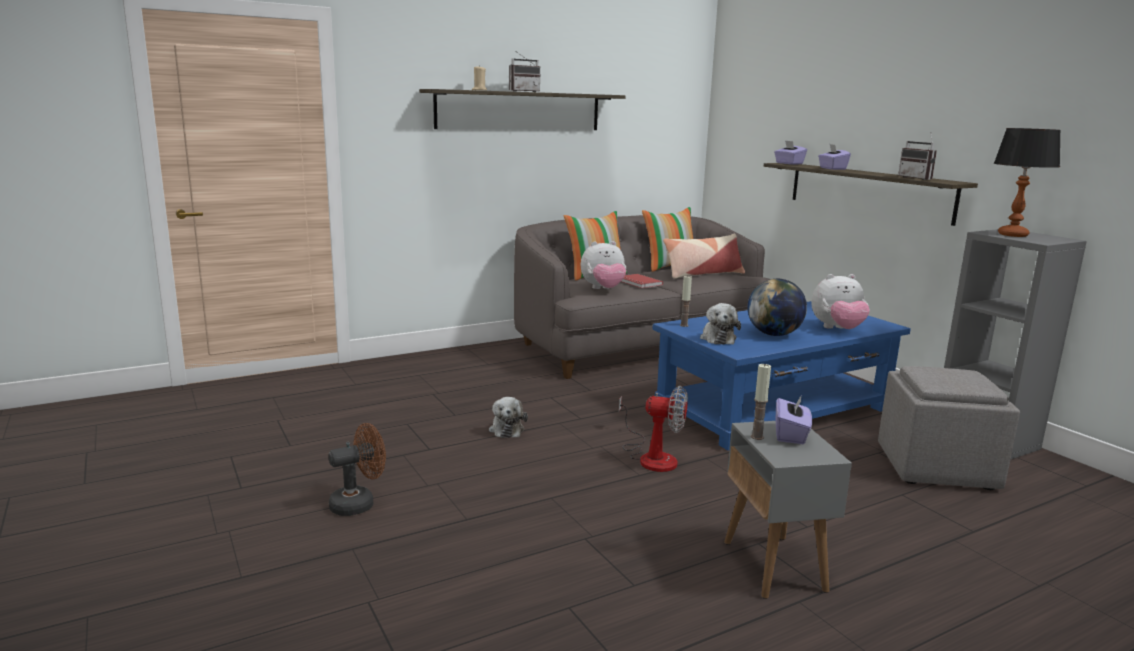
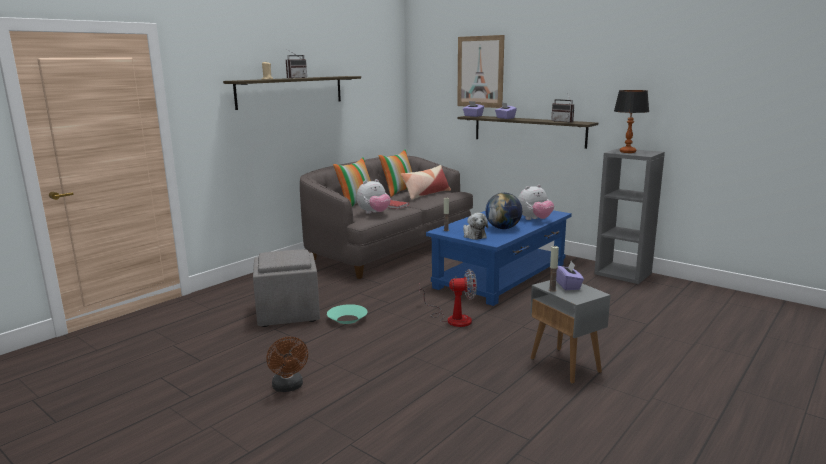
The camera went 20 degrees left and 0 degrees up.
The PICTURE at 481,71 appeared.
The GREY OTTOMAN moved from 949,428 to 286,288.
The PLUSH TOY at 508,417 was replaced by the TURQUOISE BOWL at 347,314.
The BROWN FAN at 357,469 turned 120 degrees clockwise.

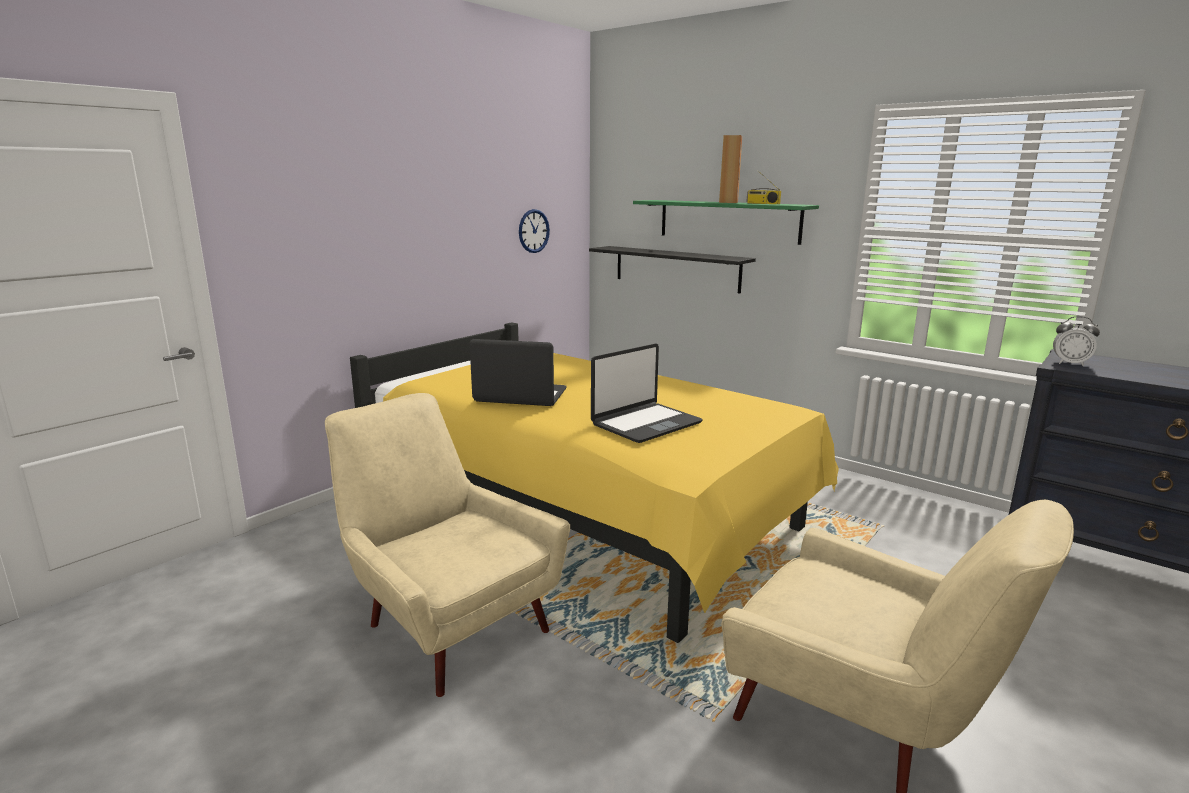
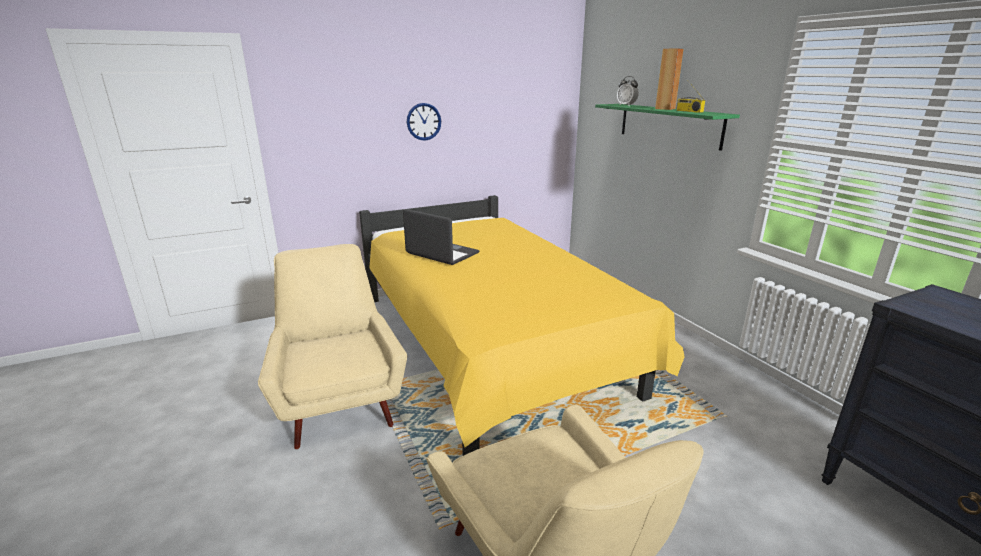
The camera went 25 degrees right and 5 degrees up.
The BLACK SHELF at 672,270 disappeared.
The LAPTOP at 647,393 disappeared.
The WALL CLOCK moved from 534,231 to 424,122.
The ALARM CLOCK moved from 1076,341 to 628,91.

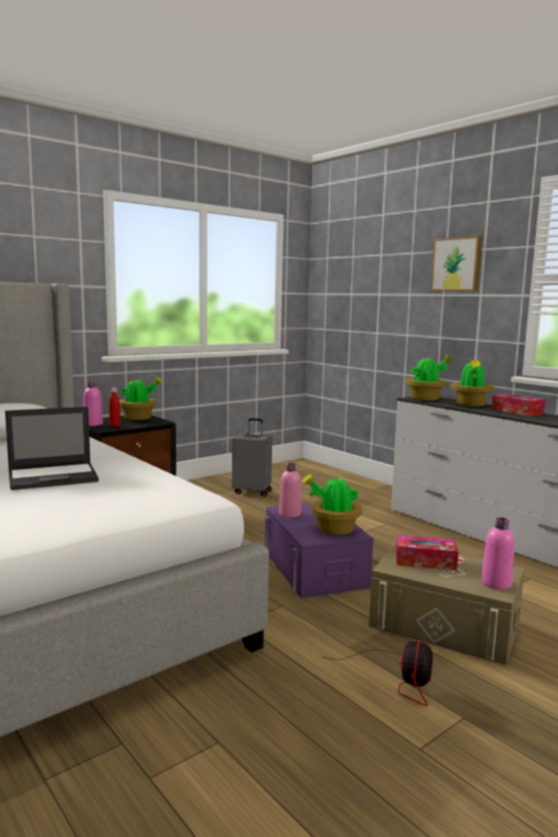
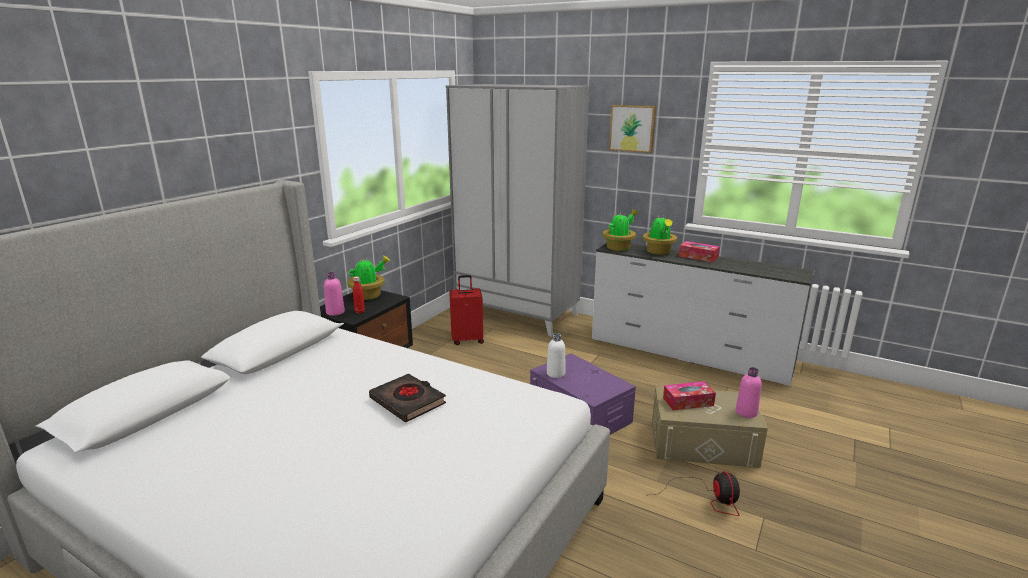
The camera went 20 degrees left and 10 degrees up.
The POTTED PLANT at 332,504 disappeared.
The GREY WARDROBE at 517,210 appeared.
The LAPTOP at 52,448 was replaced by the BLACK BOOK at 407,398.
The GREY SUITCASE at 252,457 became the RED SUITCASE at 466,310.
The PINK BOTTLE at 290,490 became the WHITE BOTTLE at 556,355.

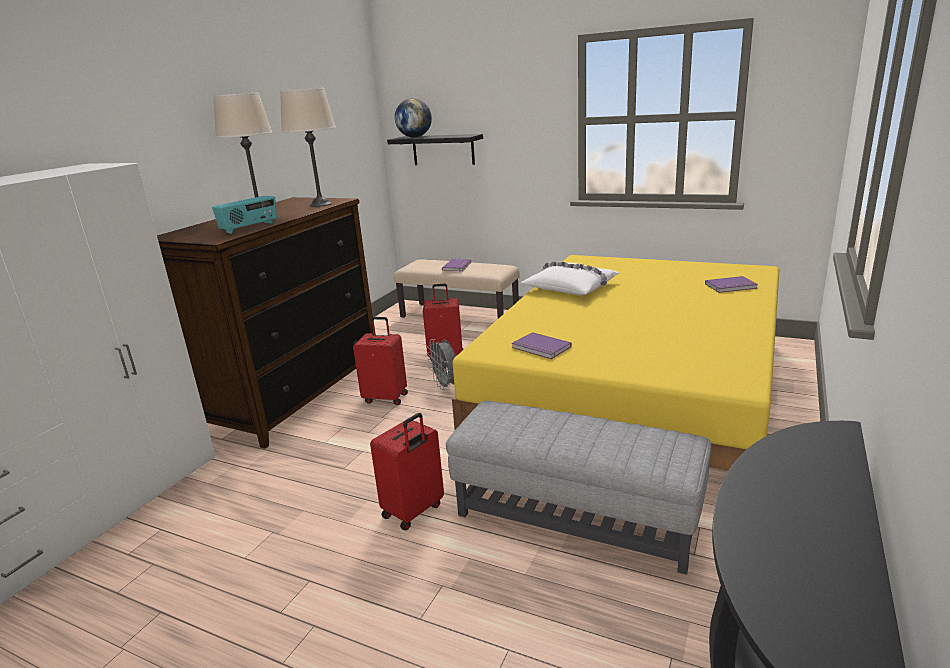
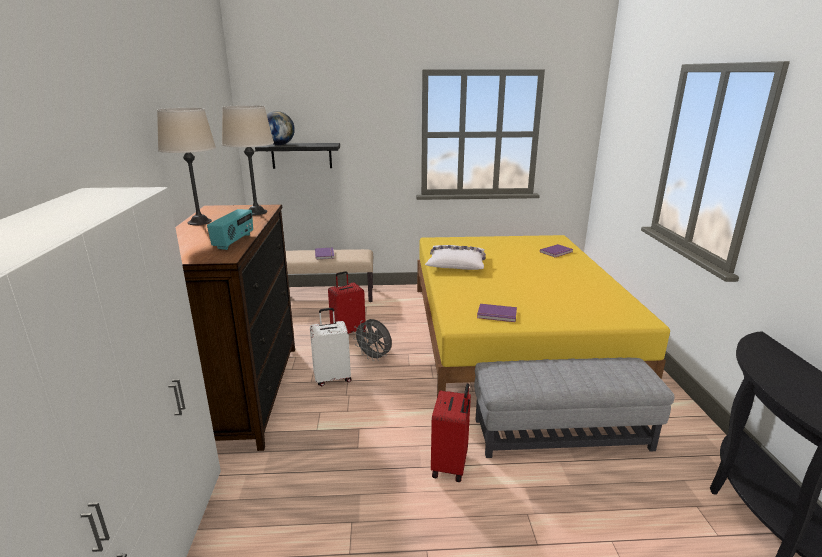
The camera went 30 degrees left and 0 degrees up.
The RED SUITCASE at 380,361 became the WHITE SUITCASE at 331,347.

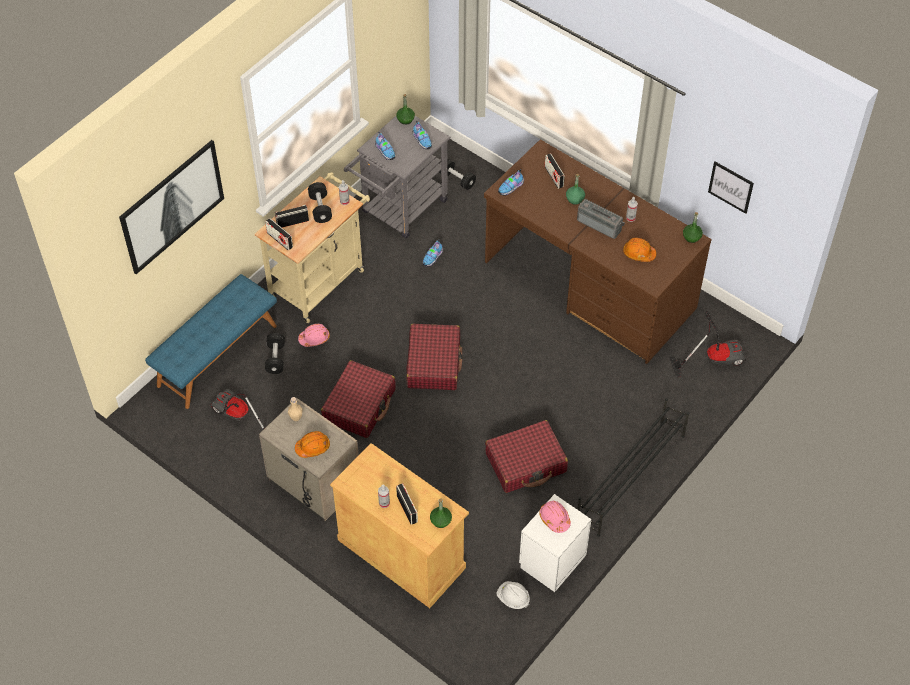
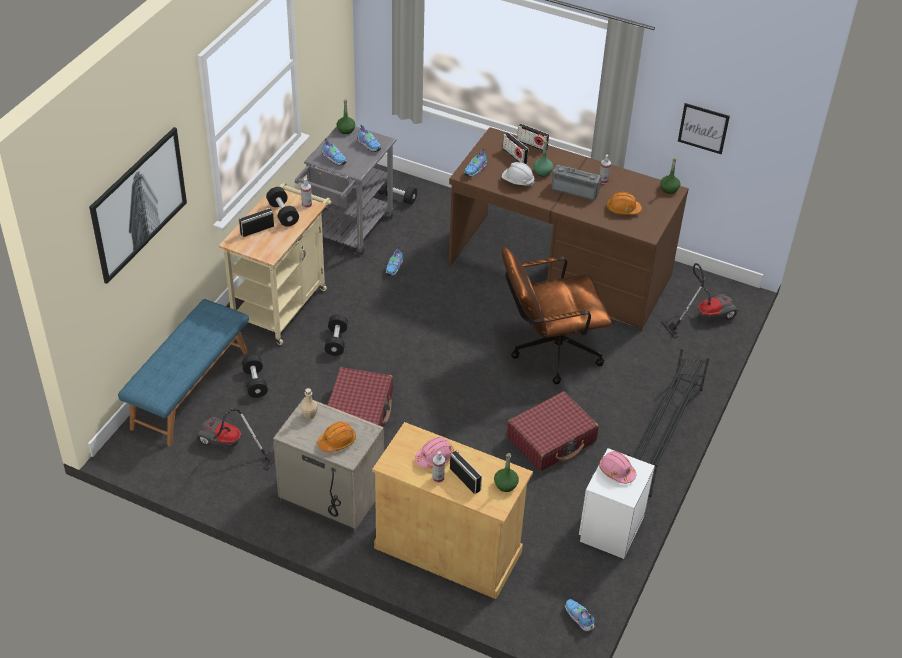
The camera went 15 degrees left and 10 degrees down.
The RED SUITCASE at 434,357 disappeared.
The BLACK DUMBBELL at 336,335 appeared.
The BROWN OFFICE CHAIR at 556,315 appeared.
The SHOE at 580,615 appeared.
The RADIO moved from 279,234 to 533,137.
The PINK HARD HAT moved from 314,335 to 434,453.
The WHITE HARD HAT moved from 513,595 to 518,174.

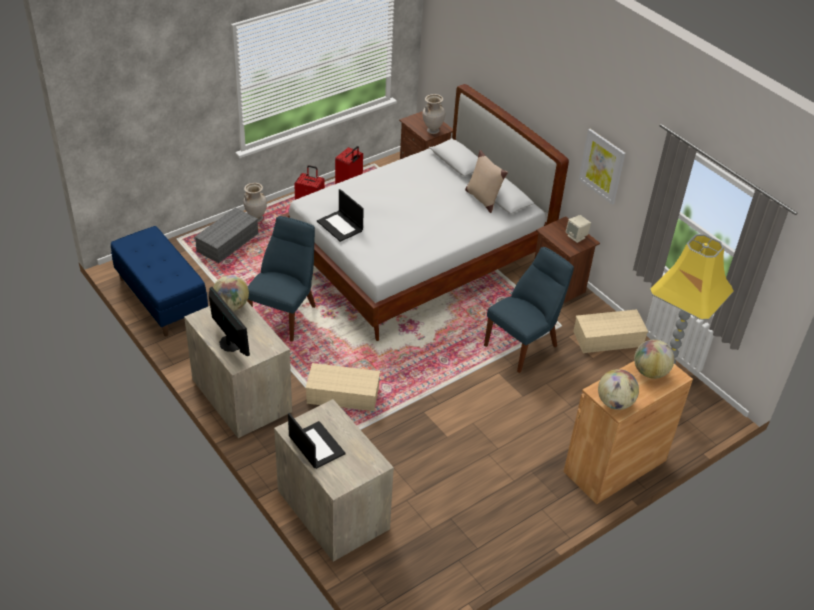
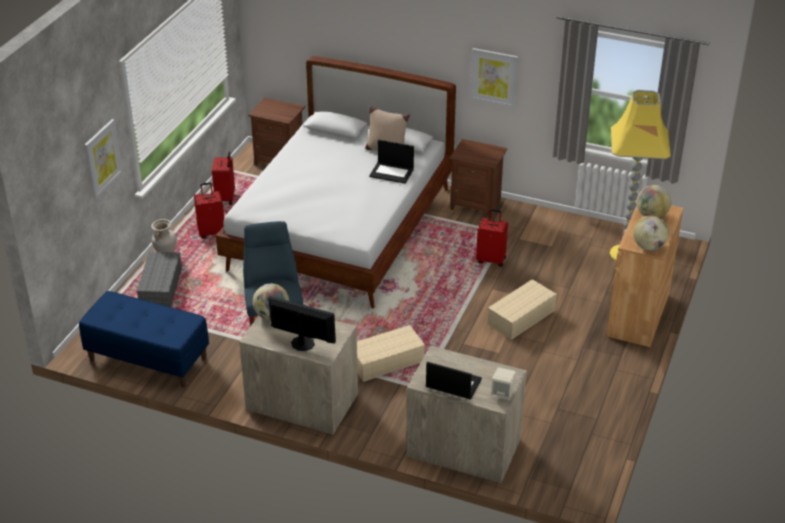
The camera went 30 degrees left and 5 degrees down.
The BEIGE VASE at 434,114 disappeared.
The PICTURE at 103,158 appeared.
The LAPTOP moved from 340,215 to 391,162.
The BEIGE SPEAKER moved from 578,229 to 503,383.
The BEIGE STORAGE BOX moved from 610,331 to 522,309.
The BLUE CHAIR at 529,310 was replaced by the RED SUITCASE at 492,238.

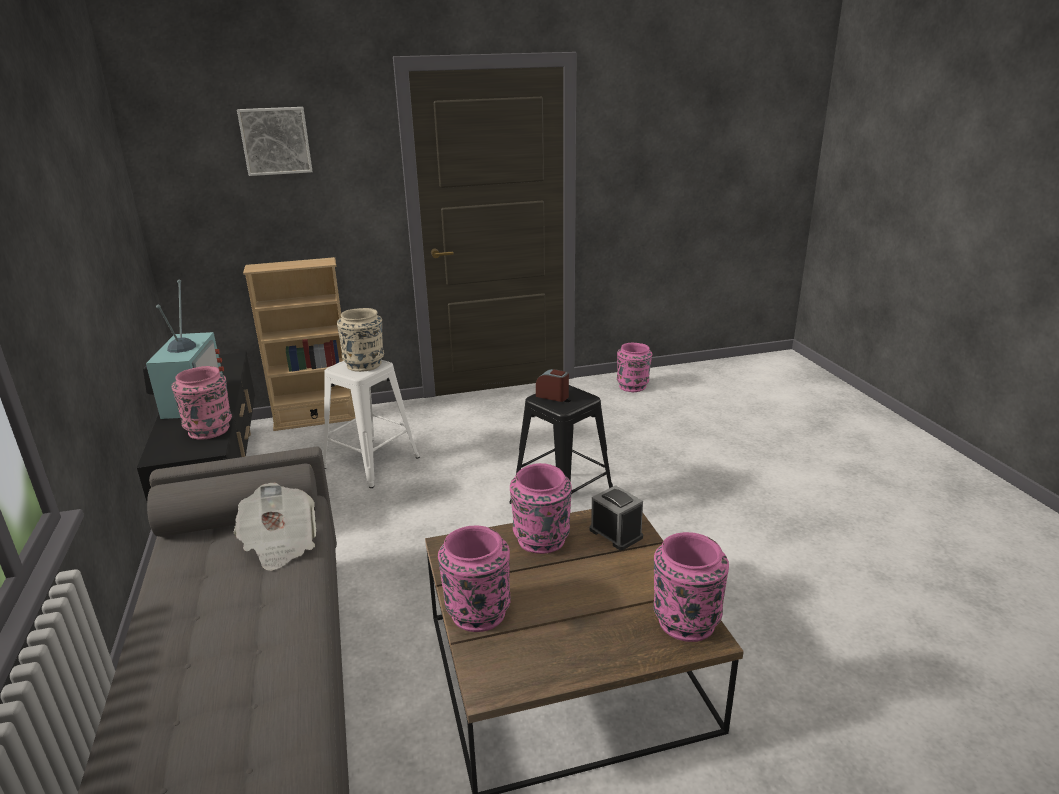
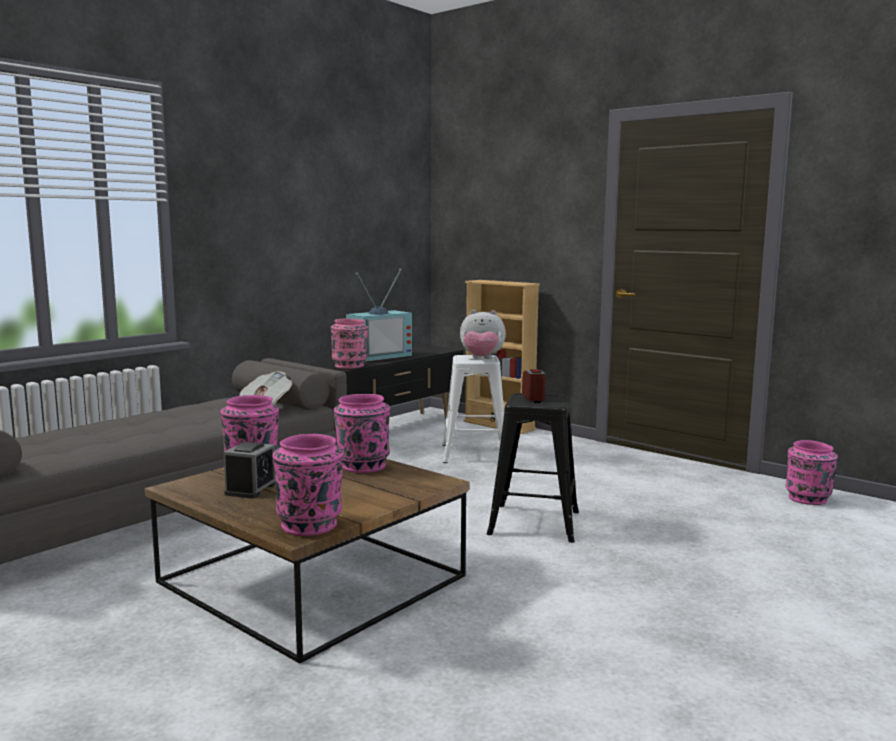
The camera went 55 degrees right and 15 degrees down.
The PICTURE at 274,141 disappeared.
The ALARM CLOCK moved from 616,517 to 250,470.
The BEIGE VASE at 360,340 was replaced by the PLUSH TOY at 483,334.

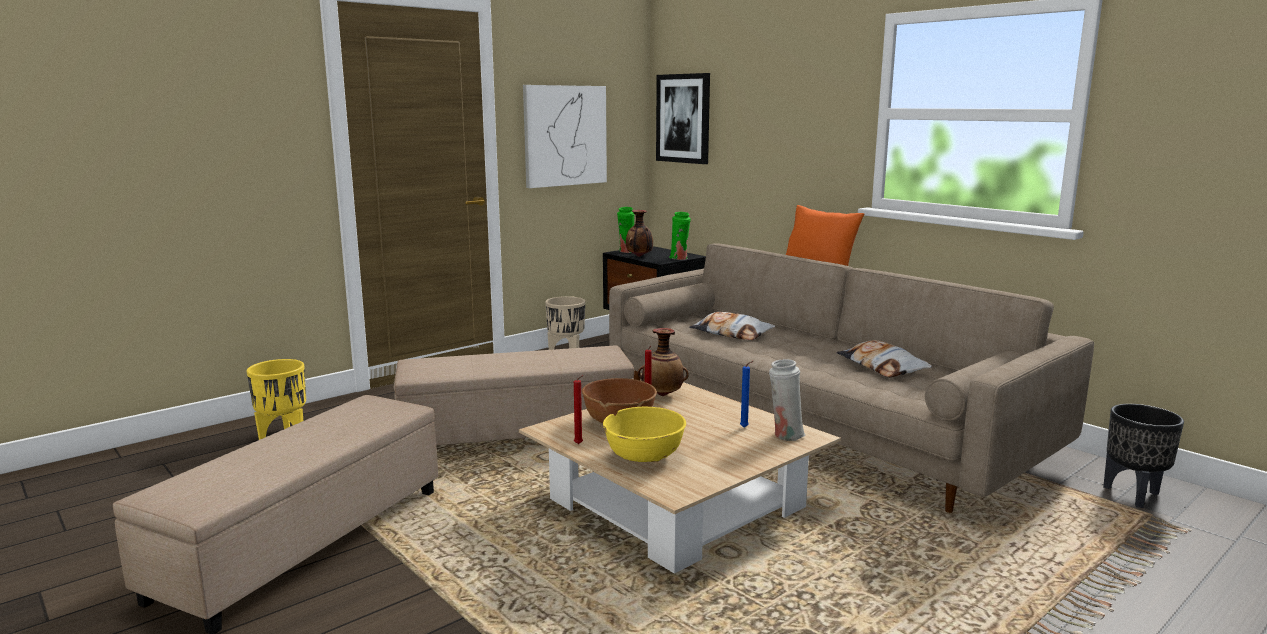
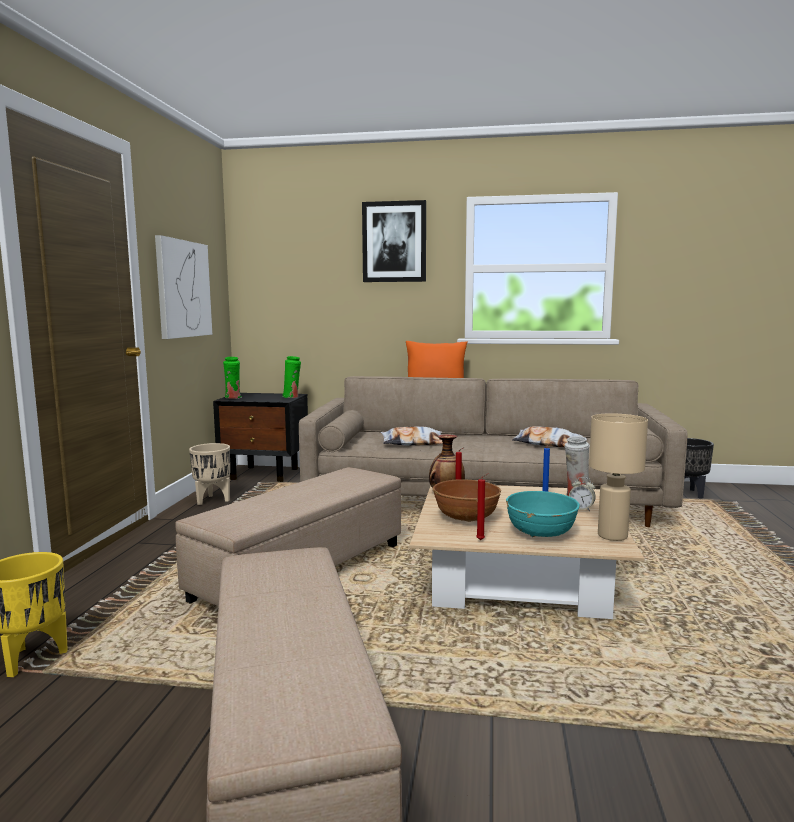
The camera went 40 degrees left and 5 degrees down.
The VASE at 639,233 disappeared.
The ALARM CLOCK at 582,494 appeared.
The BEIGE TABLE LAMP at 618,477 appeared.
The PICTURE moved from 683,118 to 394,241.
The YELLOW BOWL at 644,434 became the TURQUOISE BOWL at 543,514.

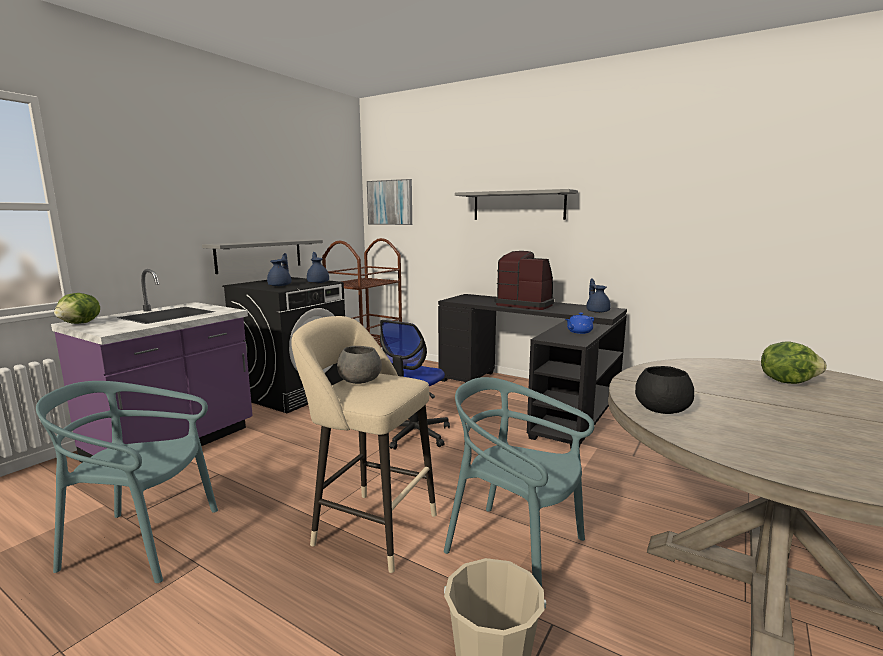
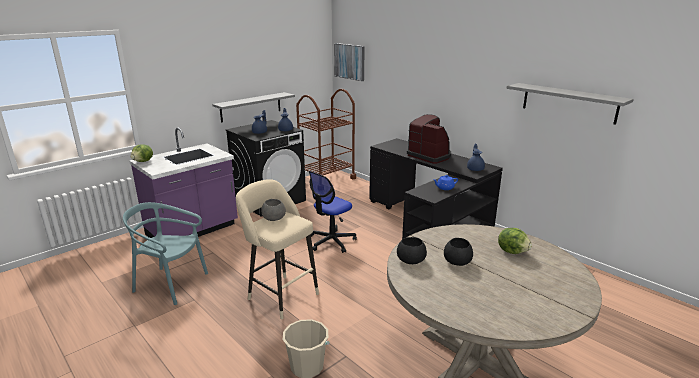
The camera went 15 degrees right and 10 degrees up.
The TURQUOISE CHAIR at 519,482 disappeared.
The BLACK BOWL at 458,252 appeared.
The GREY SHELF moved from 516,204 to 570,104.

